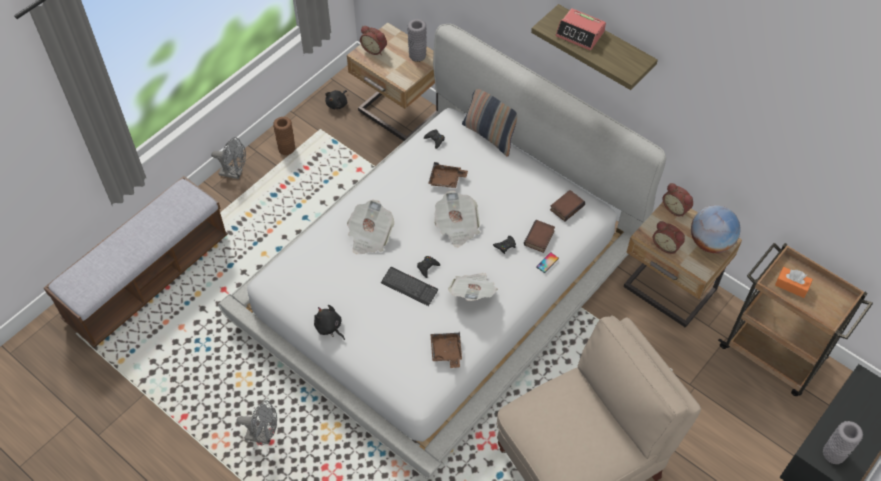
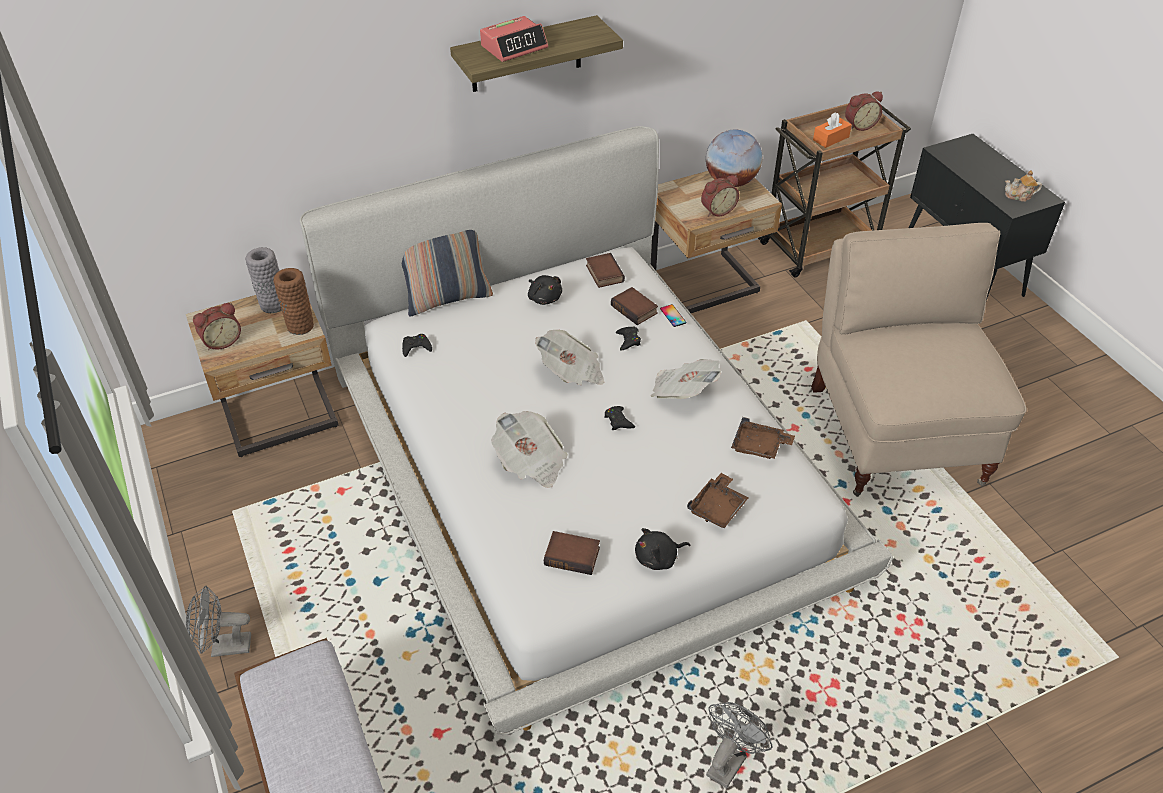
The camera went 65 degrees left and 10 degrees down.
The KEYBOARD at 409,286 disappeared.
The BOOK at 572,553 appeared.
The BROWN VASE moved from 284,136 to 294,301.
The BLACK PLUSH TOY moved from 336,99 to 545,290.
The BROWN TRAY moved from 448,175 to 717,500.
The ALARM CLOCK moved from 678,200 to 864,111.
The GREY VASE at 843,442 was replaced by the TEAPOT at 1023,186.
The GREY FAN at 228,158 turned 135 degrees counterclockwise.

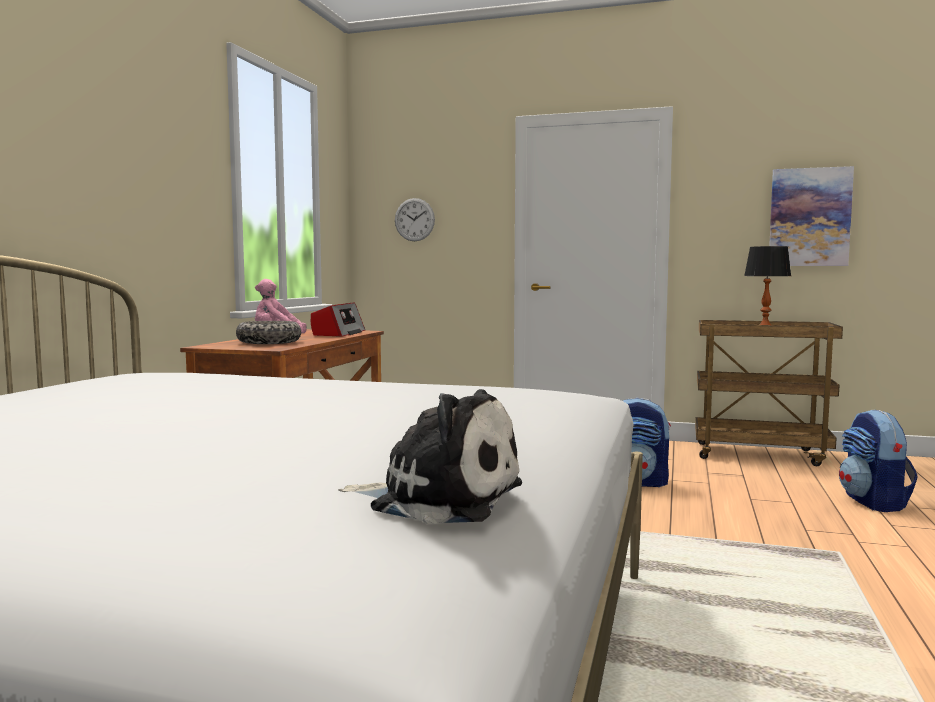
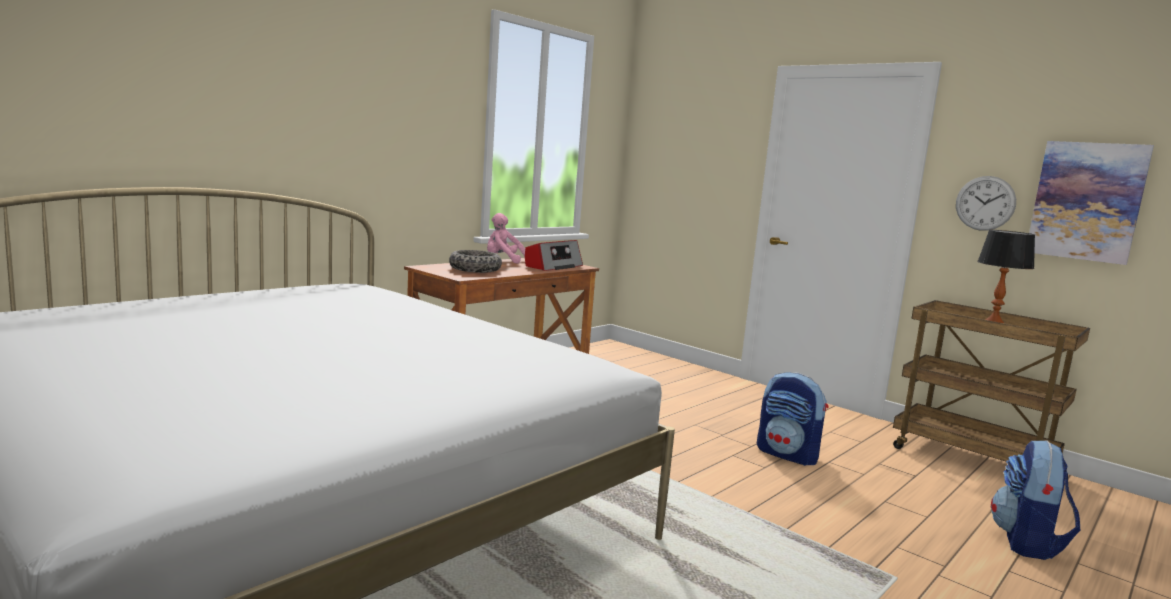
The camera went 25 degrees right and 5 degrees up.
The PLUSH TOY at 430,456 disappeared.
The WALL CLOCK moved from 415,219 to 986,203.

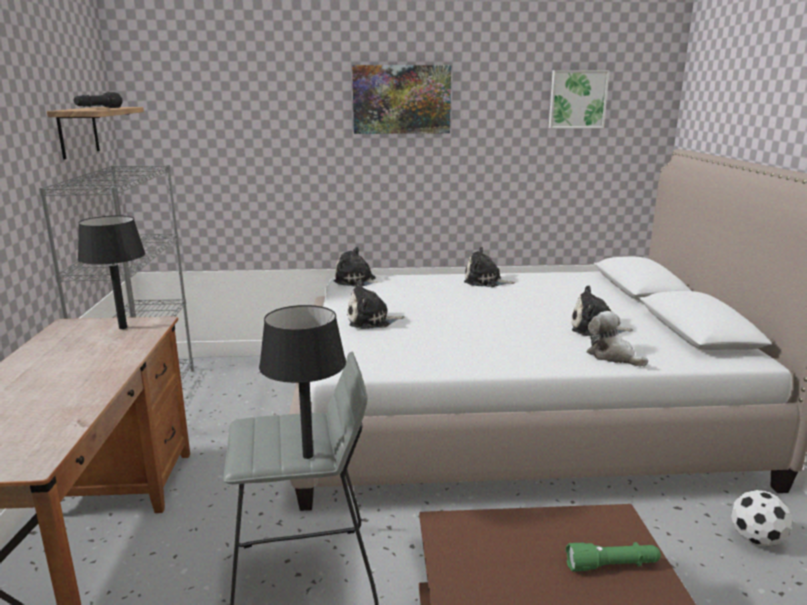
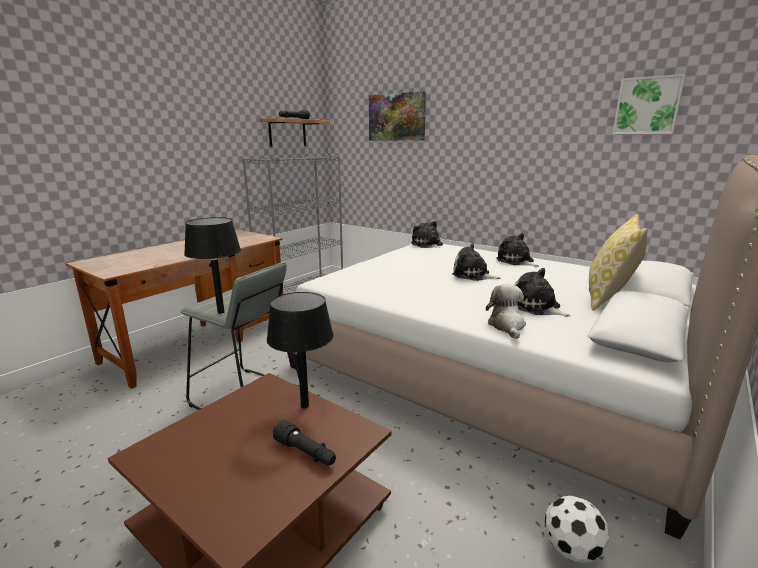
The camera went 40 degrees right and 0 degrees up.
The PILLOW at 618,262 appeared.
The BLACK TABLE LAMP moved from 112,272 to 300,350.
The PLUSH TOY moved from 376,304 to 476,262.
The PICTURE moved from 401,99 to 397,116.
The GREEN FLASHLIGHT at 613,556 became the BLACK FLASHLIGHT at 304,442.

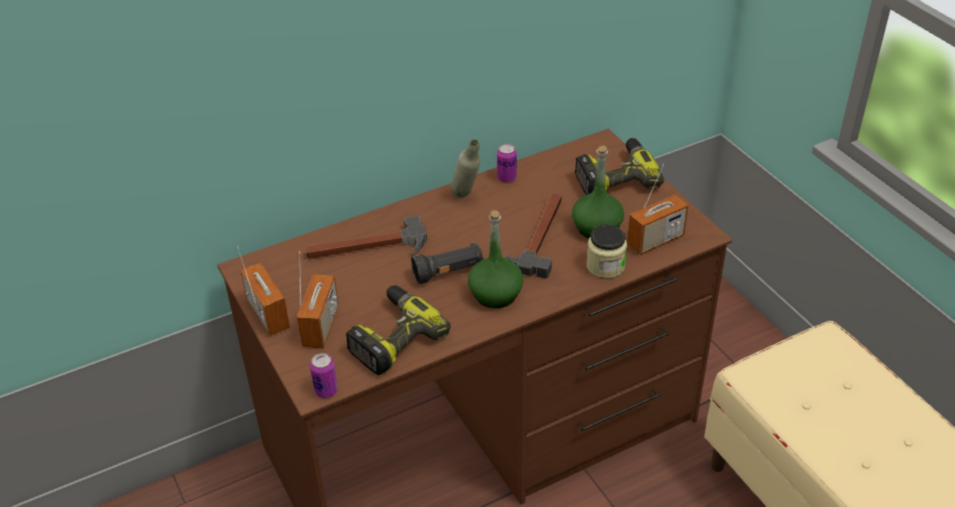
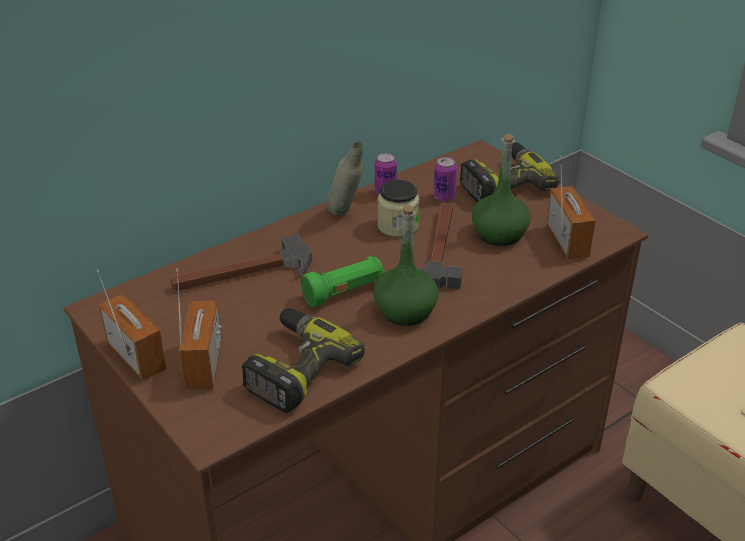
The camera went 10 degrees left and 5 degrees down.
The CAN moved from 324,375 to 445,179.
The JAR moved from 606,251 to 398,208.
The BLACK FLASHLIGHT at 447,263 became the GREEN FLASHLIGHT at 343,281.
The RADIO at 657,209 turned 60 degrees counterclockwise.

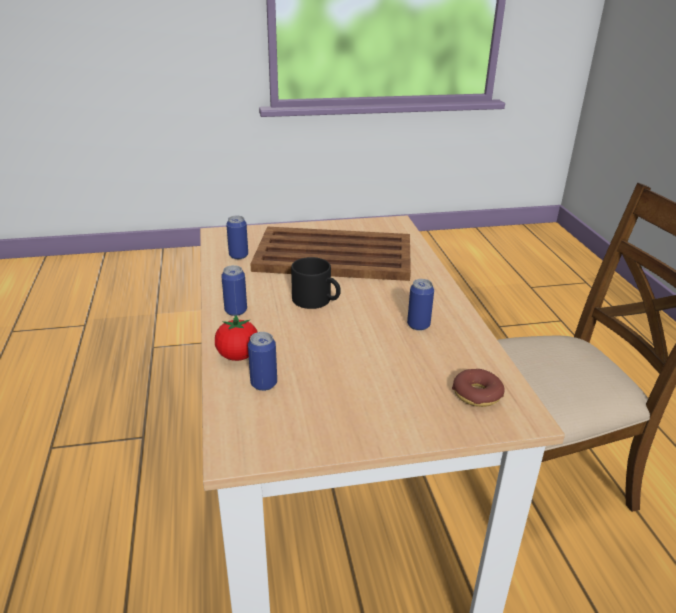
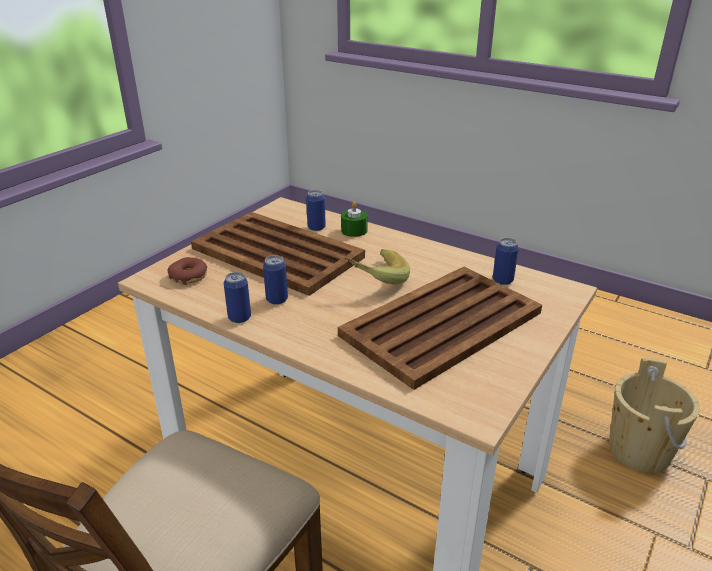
The camera went 135 degrees right and 0 degrees up.
The BROWN TRAY at 278,254 appeared.
The BEIGE BUCKET at 654,415 appeared.
The CAN moved from 234,290 to 237,297.
The TOMATO at 236,338 was replaced by the GREEN CANDLE at 354,219.
The BLACK MUG at 316,283 was replaced by the BANANA at 377,266.

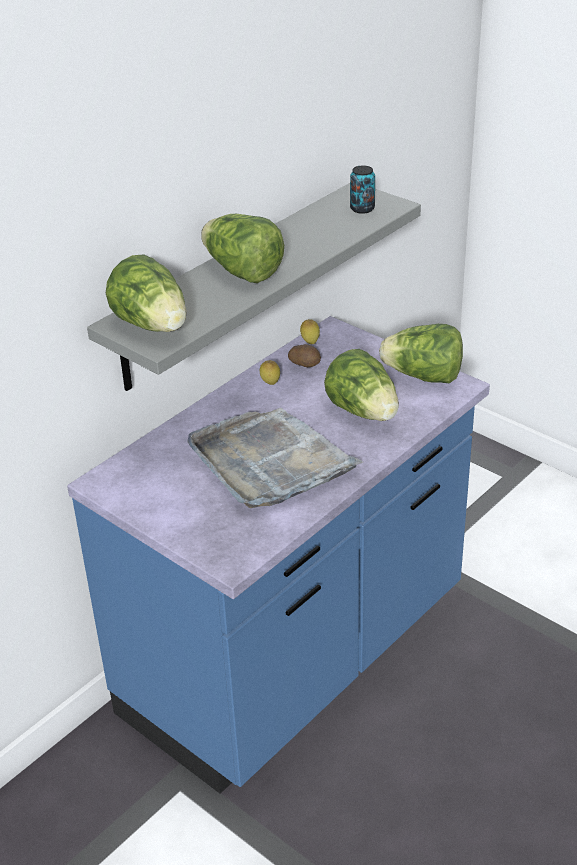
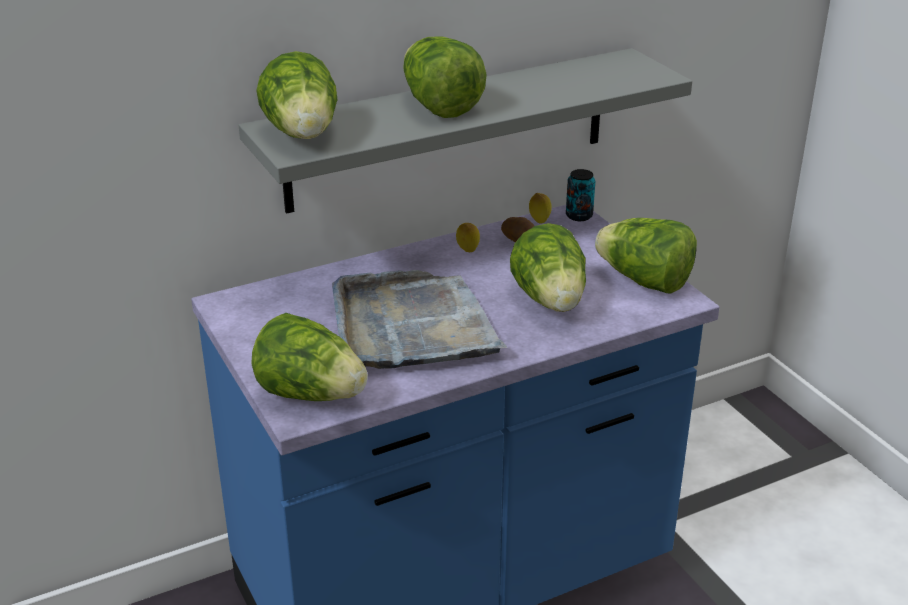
The camera went 20 degrees right and 5 degrees down.
The LETTUCE at 309,357 appeared.
The CAN moved from 362,189 to 580,195.

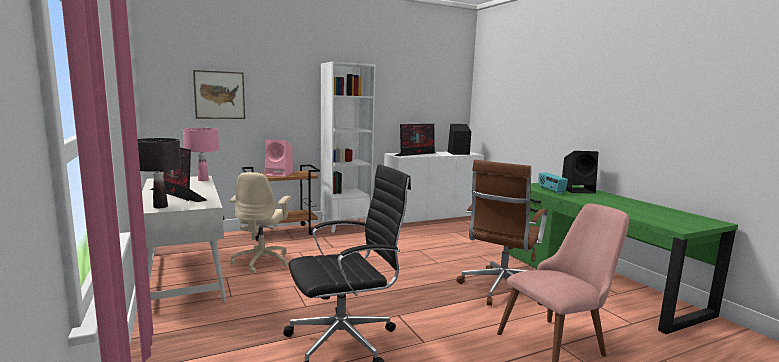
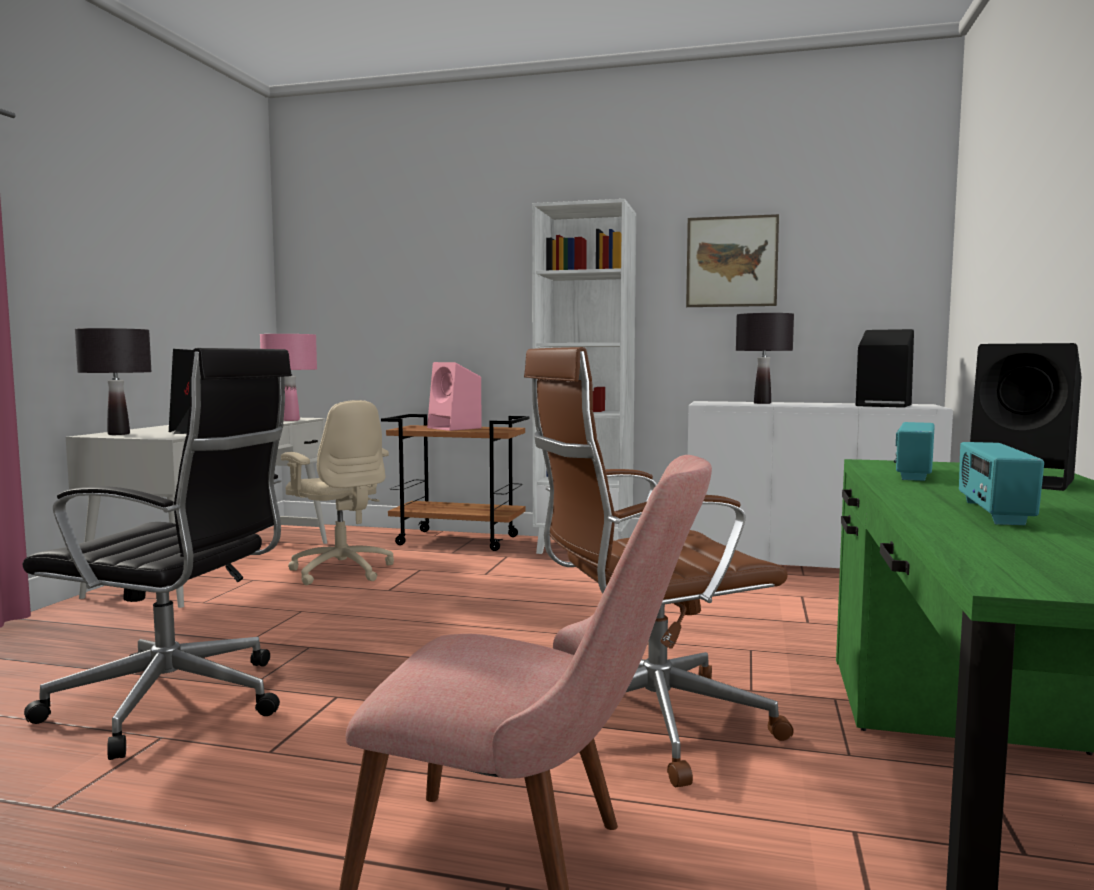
The camera went 40 degrees right and 5 degrees down.
The RADIO at 1001,483 appeared.
The PICTURE moved from 219,94 to 732,260.
The MONITOR at 414,140 was replaced by the BLACK TABLE LAMP at 765,358.
The BEIGE OFFICE CHAIR at 260,222 turned 90 degrees counterclockwise.

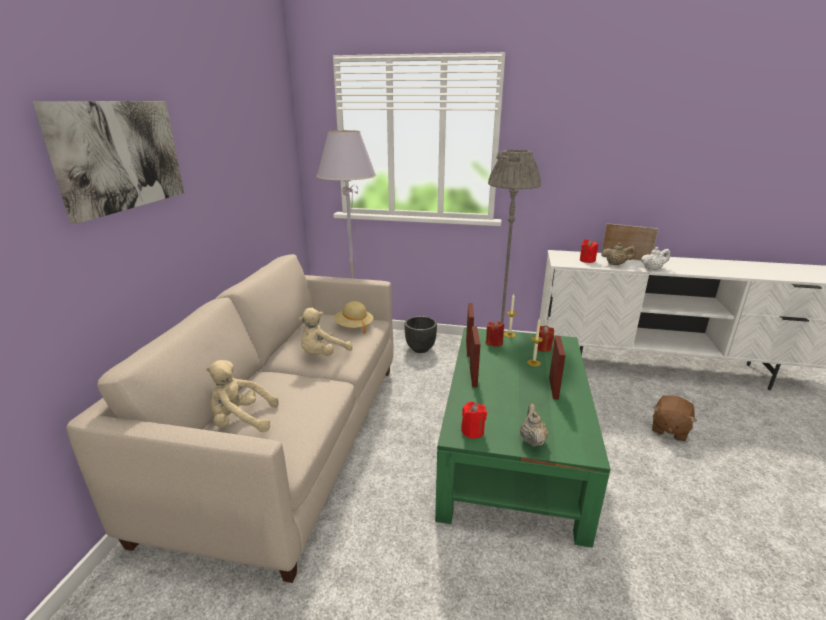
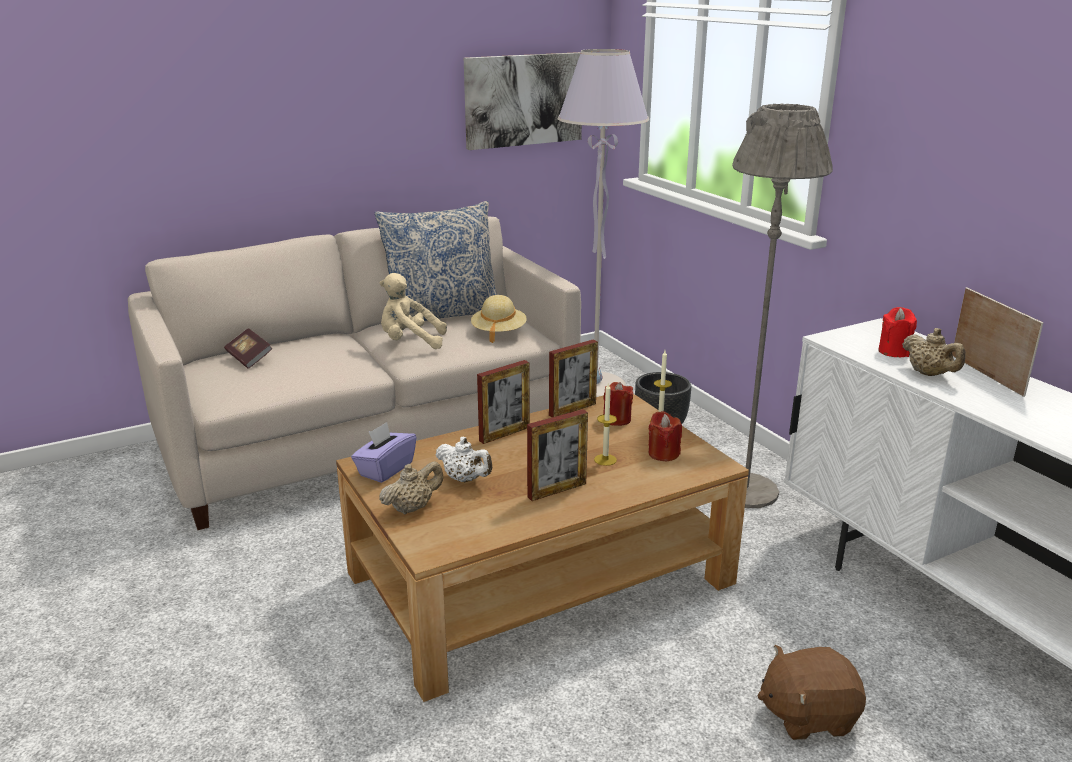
The camera went 50 degrees right and 0 degrees up.
The PILLOW at 436,261 appeared.
The PICTURE moved from 108,162 to 523,101.
The WHITE TEAPOT moved from 655,258 to 464,459.
The BEIGE PLUSH TOY at 242,396 was replaced by the BOOK at 248,348.
The RED CANDLE at 474,420 was replaced by the PURPLE TISSUE BOX at 384,452.
The GREEN COFFEE TABLE at 523,437 became the BROWN COFFEE TABLE at 542,548.

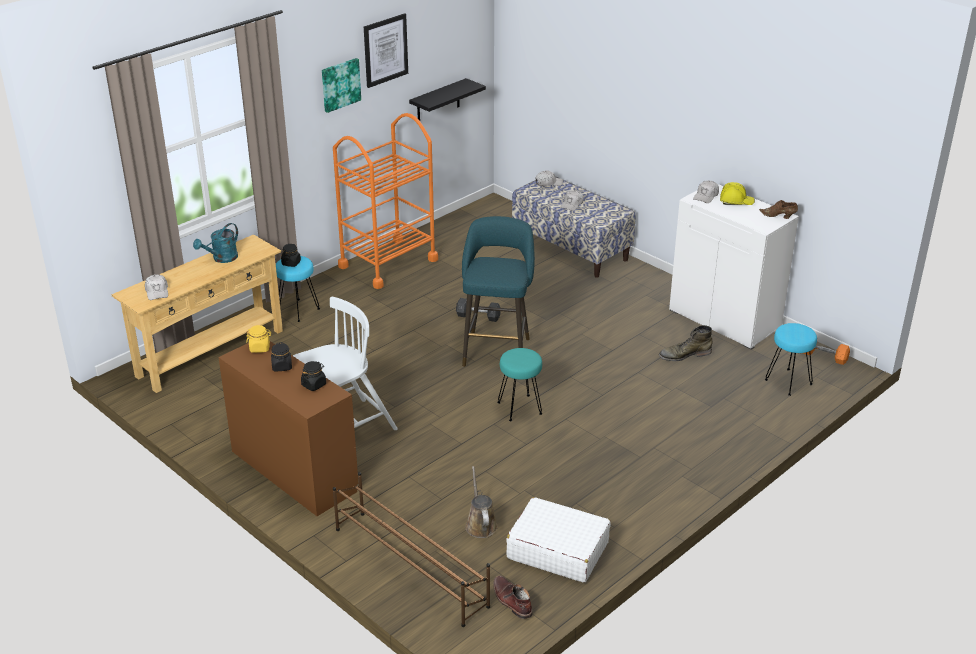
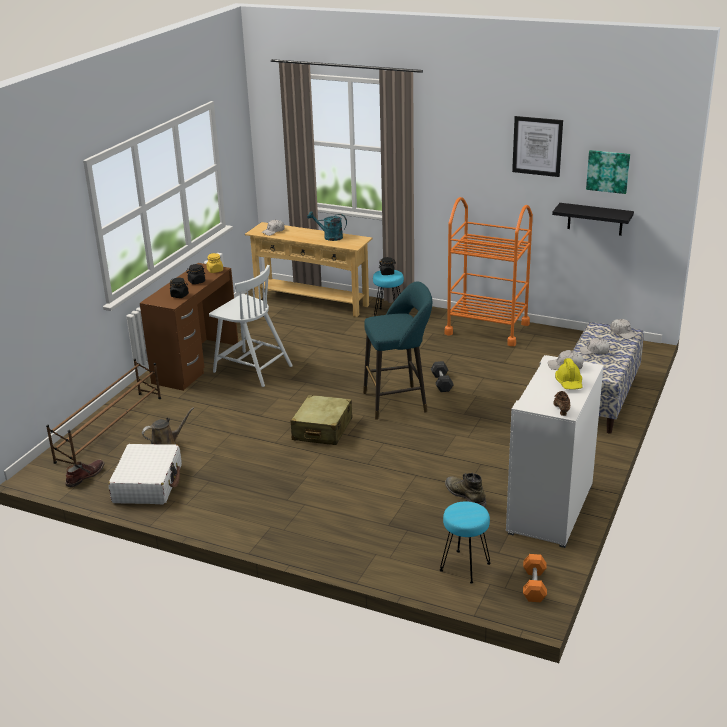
The camera went 70 degrees right and 5 degrees down.
The PICTURE moved from 341,85 to 608,172.
The TURQUOISE STOOL at 519,384 was replaced by the BEIGE SUITCASE at 321,420.

